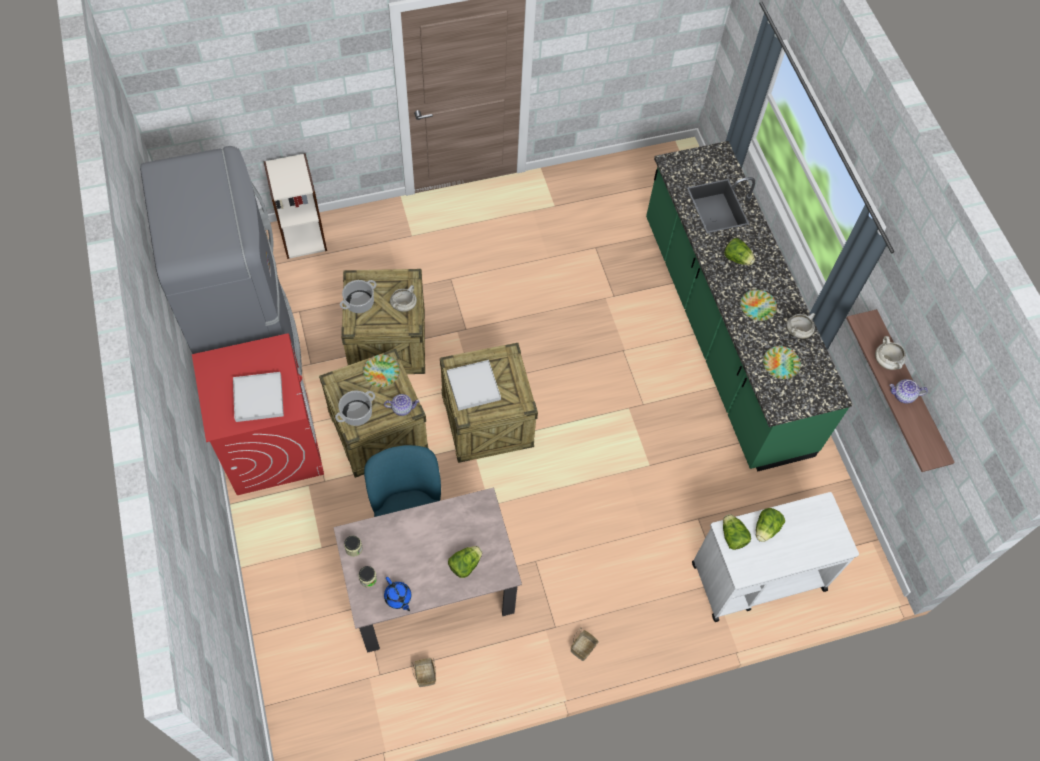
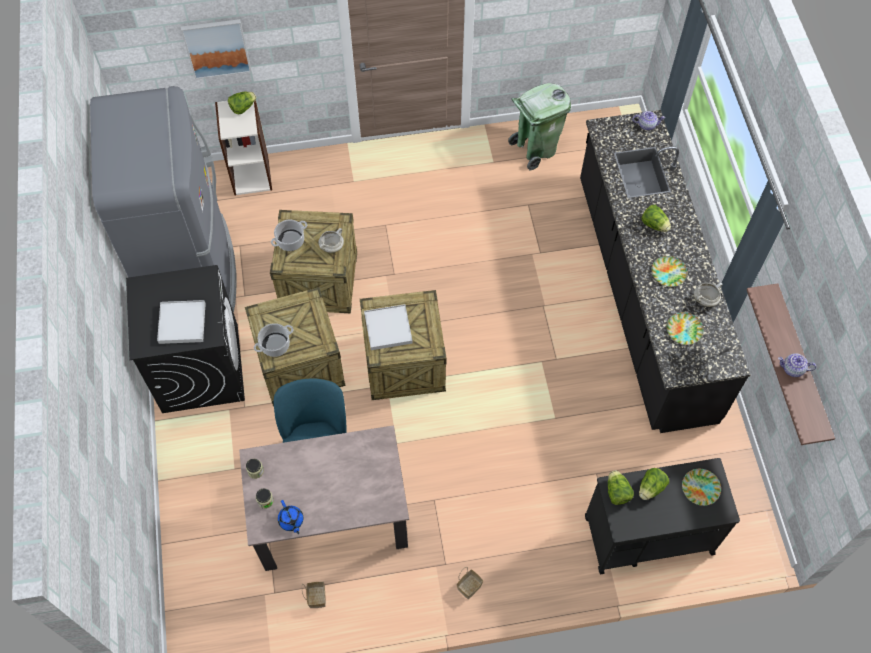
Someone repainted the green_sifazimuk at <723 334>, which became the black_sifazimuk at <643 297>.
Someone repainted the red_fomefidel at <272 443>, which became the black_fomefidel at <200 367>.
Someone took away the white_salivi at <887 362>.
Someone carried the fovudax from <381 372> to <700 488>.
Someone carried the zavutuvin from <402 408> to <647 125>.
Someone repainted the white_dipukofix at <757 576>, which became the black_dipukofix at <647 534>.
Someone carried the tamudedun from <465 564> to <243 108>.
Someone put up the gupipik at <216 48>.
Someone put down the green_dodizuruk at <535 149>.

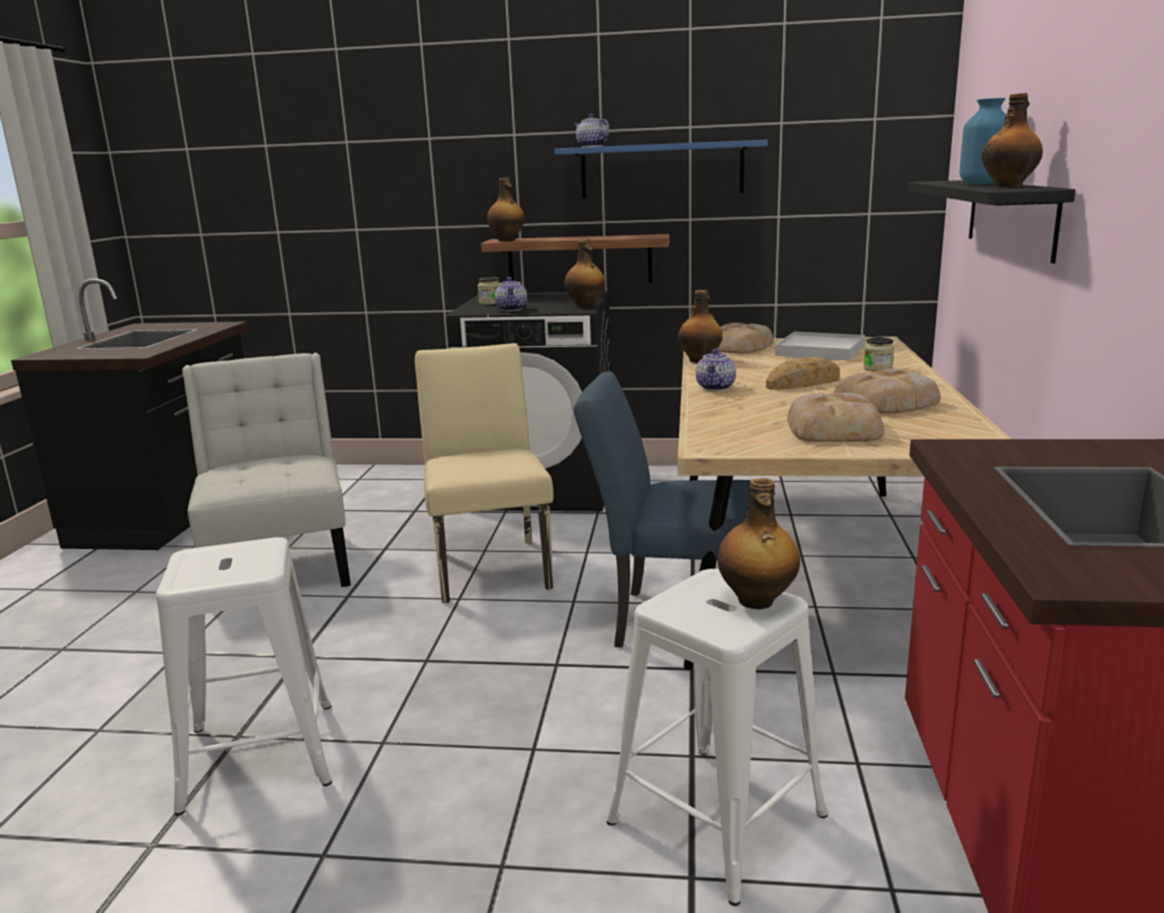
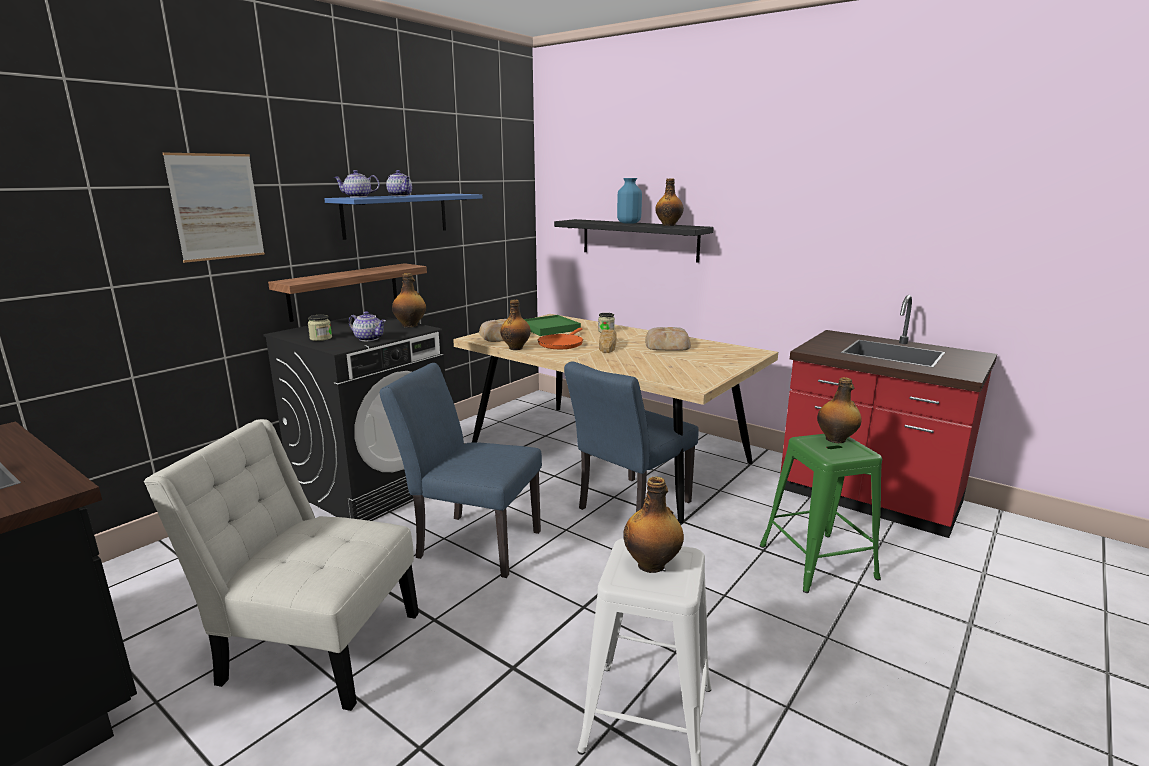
Someone carried the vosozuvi from <507 240> to <652 565>.
Someone repainted the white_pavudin at <820 351>, which became the green_pavudin at <549 328>.
Someone repainted the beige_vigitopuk at <490 564>, which became the blue_vigitopuk at <470 542>.
Someone carried the zavutuvin from <716 388> to <400 195>.
Someone took away the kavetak at <835 429>.
Someone repainted the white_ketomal at <717 818>, which became the green_ketomal at <817 561>.
Someone put up the gupipik at <216 207>.
Someone put down the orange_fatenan at <561 344>.

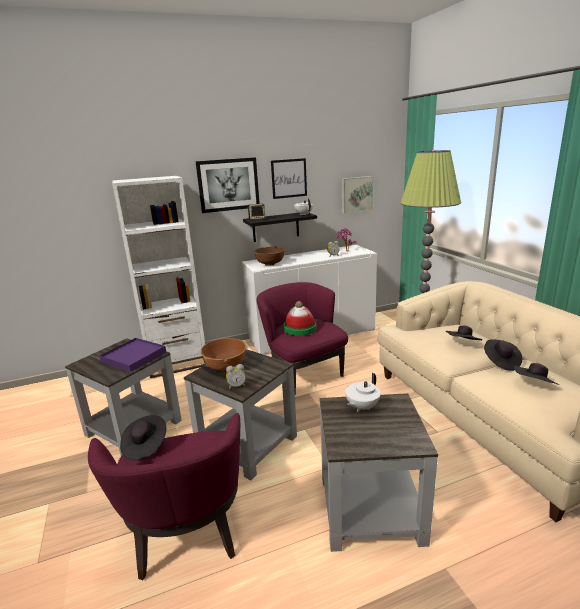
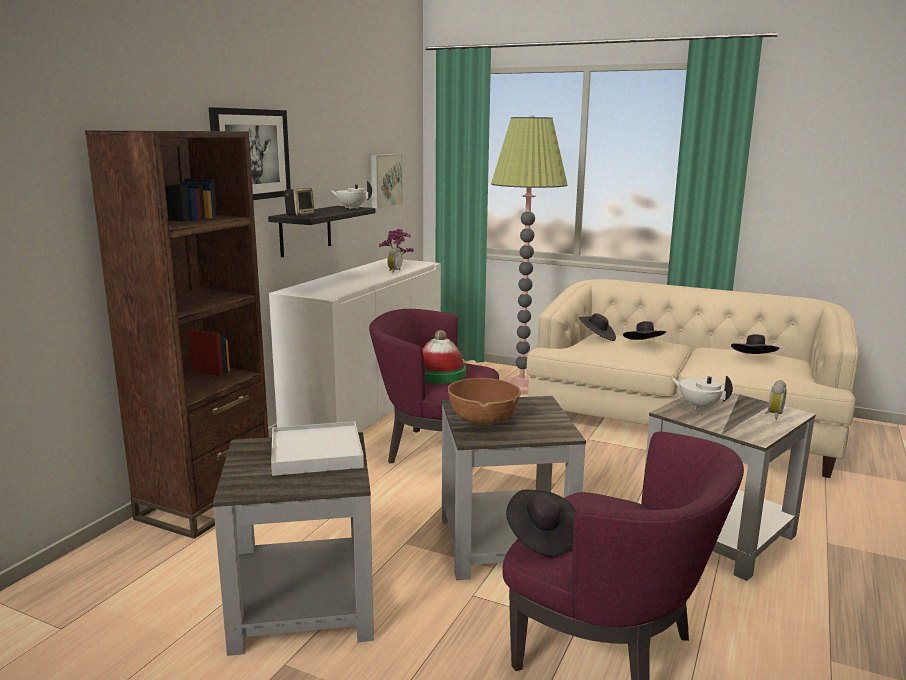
Someone took away the gupipik at <289 178>.
Someone repainted the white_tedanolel at <177 363>, which became the brown_tedanolel at <206 503>.
Someone took away the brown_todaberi at <270 263>.
Someone repainted the purple_pavudin at <134 356>, which became the white_pavudin at <316 453>.
Someone carried the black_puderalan from <501 362> to <597 337>.
Someone carried the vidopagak from <236 386> to <773 415>.
Someone rotated the white_zavutuvin at <361 407> by 135 degrees clockwise.

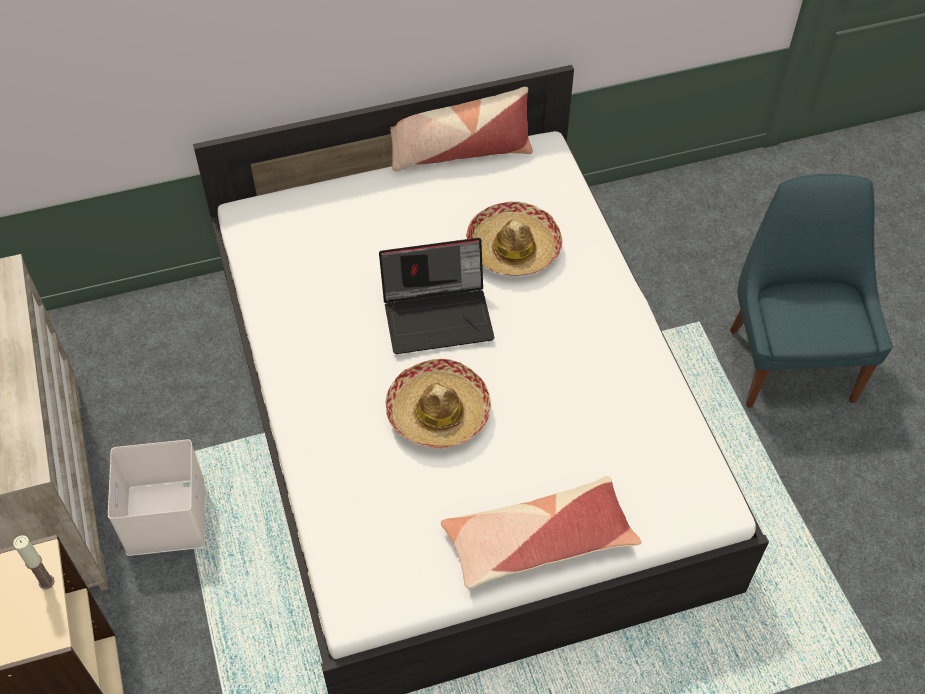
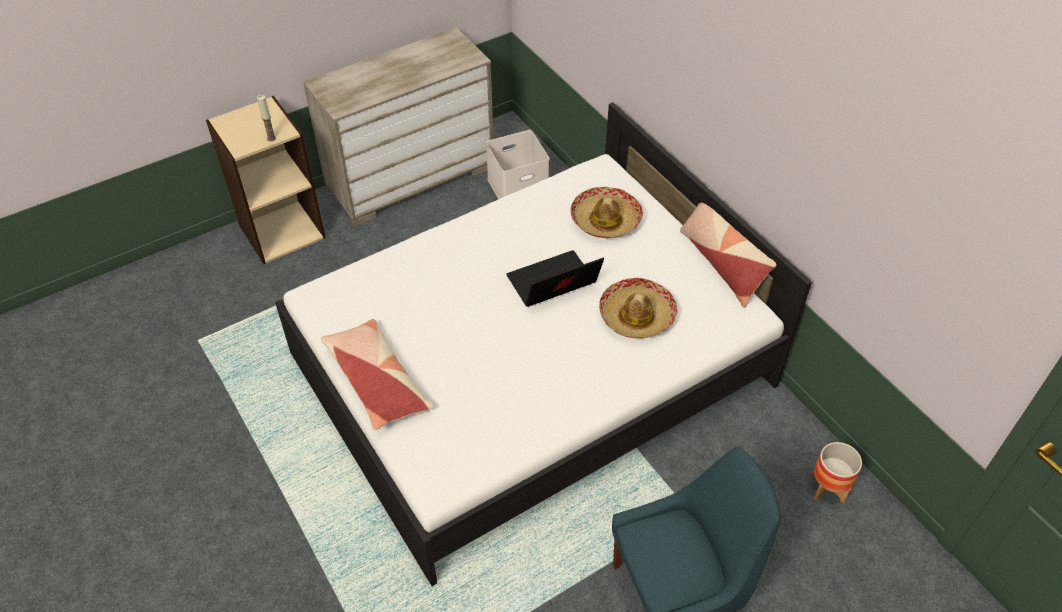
Someone rotated the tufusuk at <439 315> by 90 degrees clockwise.
Someone carried the puderalan from <438 412> to <605 220>.
Someone carried the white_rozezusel from <164 515> to <518 186>.
Someone put down the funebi at <828 488>.

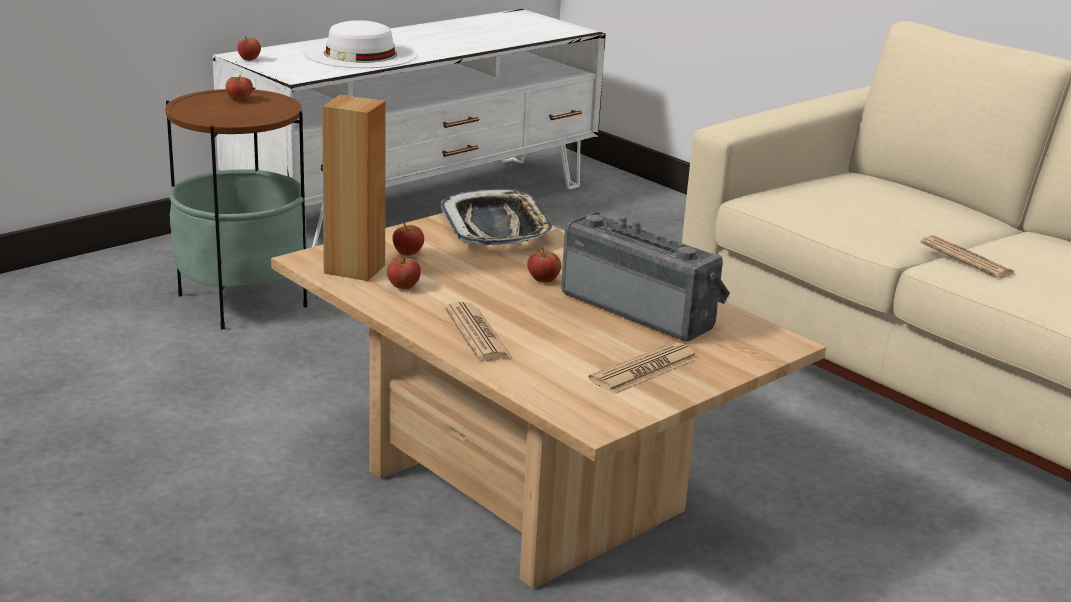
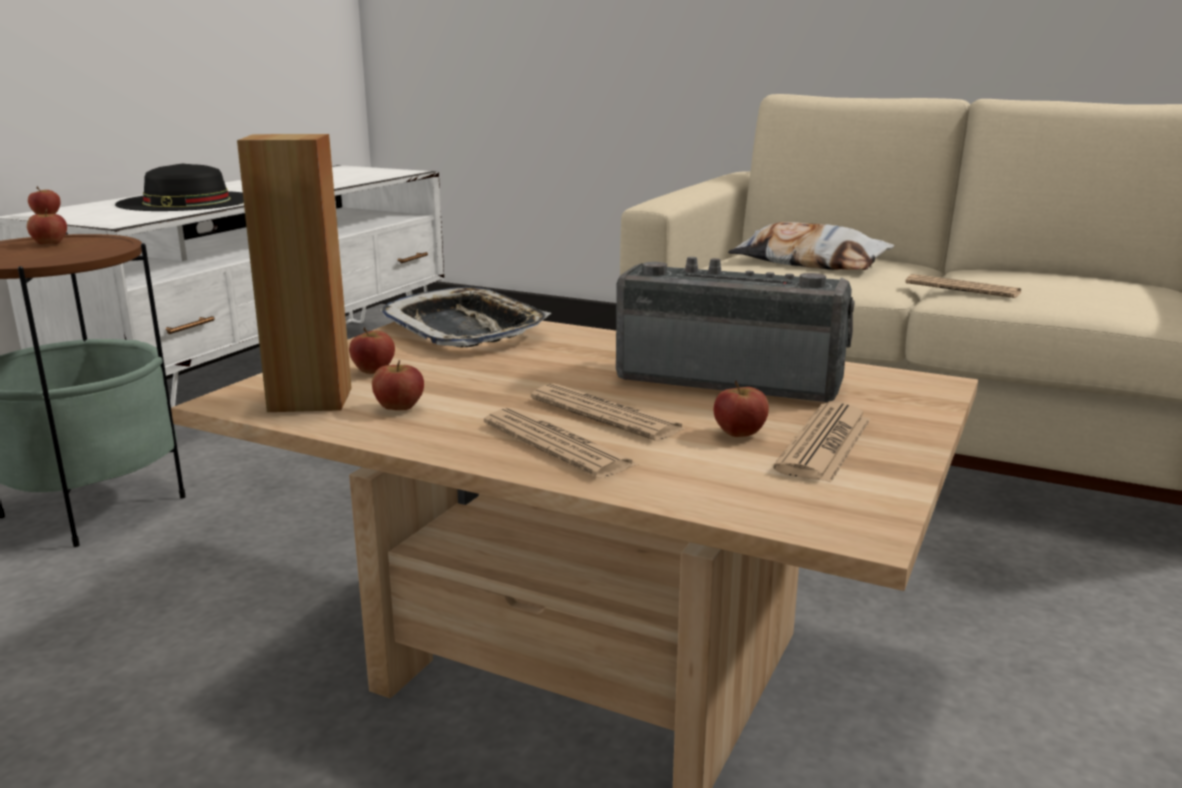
Someone repainted the white_puderalan at <360 54>, which became the black_puderalan at <187 201>.
Someone carried the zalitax from <543 280> to <739 434>.
Someone put down the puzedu at <809 262>.
Someone put down the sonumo at <605 414>.

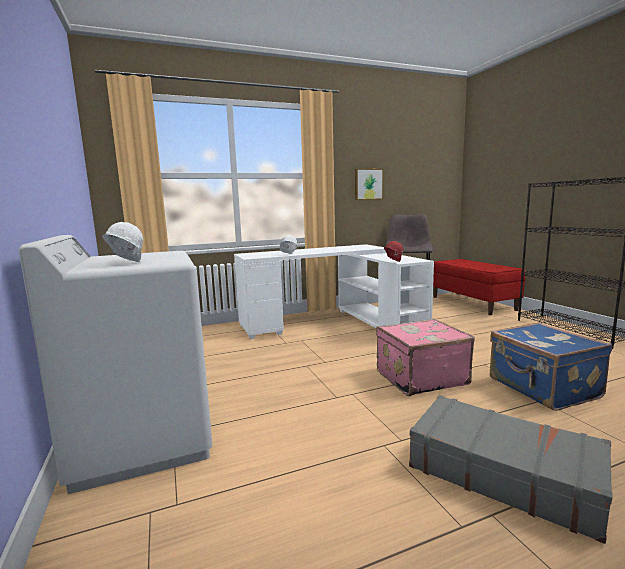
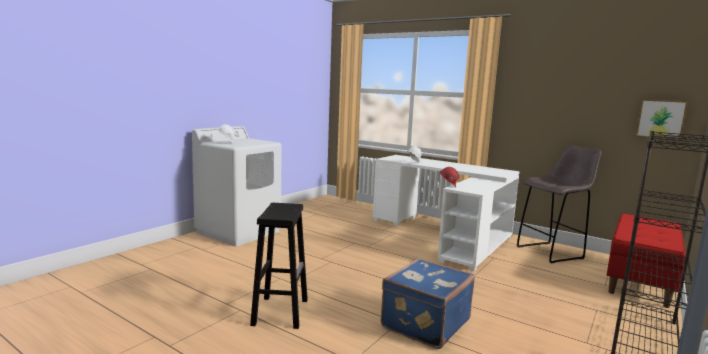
Someone carried the gupipik from <368 184> to <661 119>.
Someone took away the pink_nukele at <420 377>.
Someone swapped the grey_nukele at <503 473> for the black_ketomal at <280 311>.

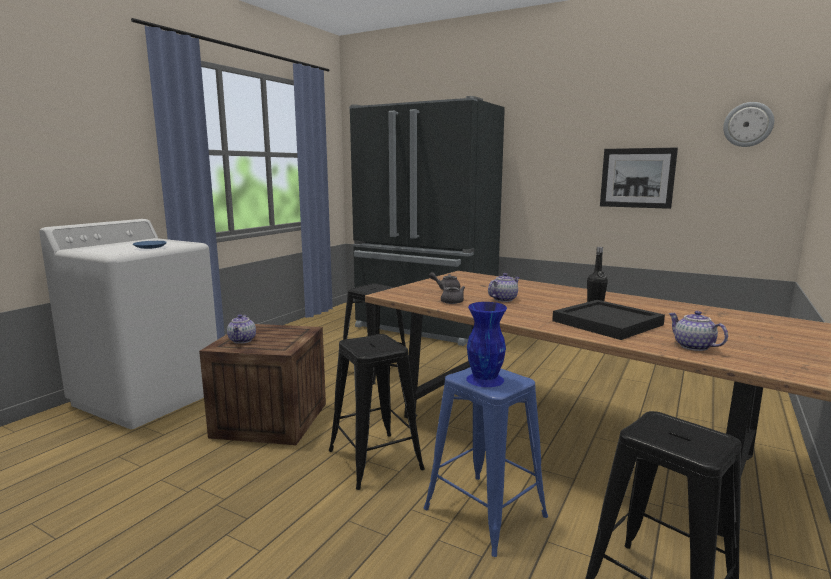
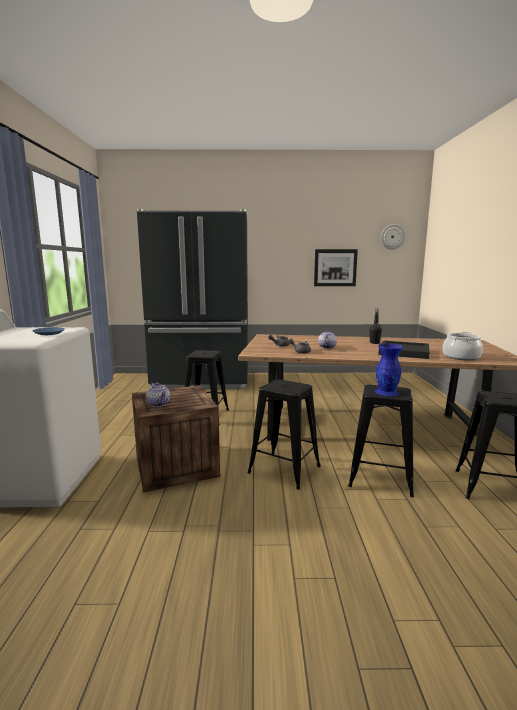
Someone swapped the zavutuvin at <692 347> for the salivi at <461 357>.
Someone repainted the blue_ketomal at <484 512>, which became the black_ketomal at <380 478>.

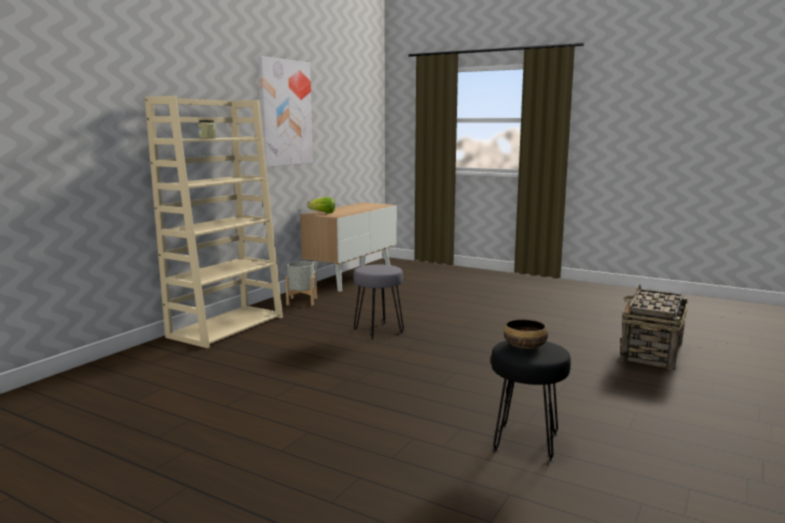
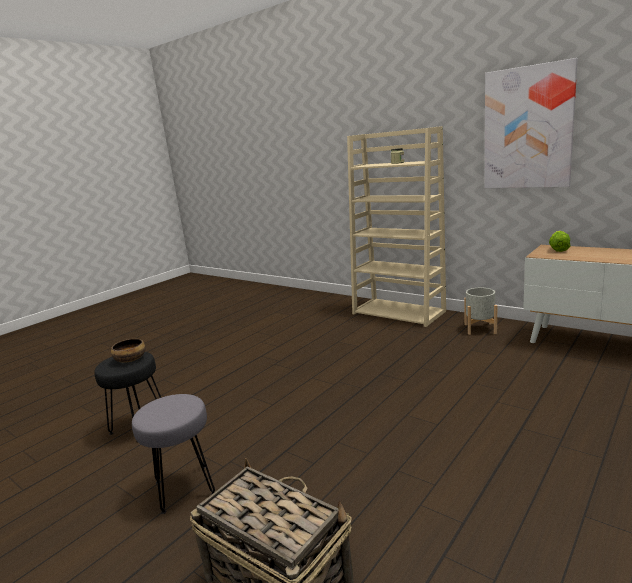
Someone carried the grey_ketomal from <378 330> to <186 488>.

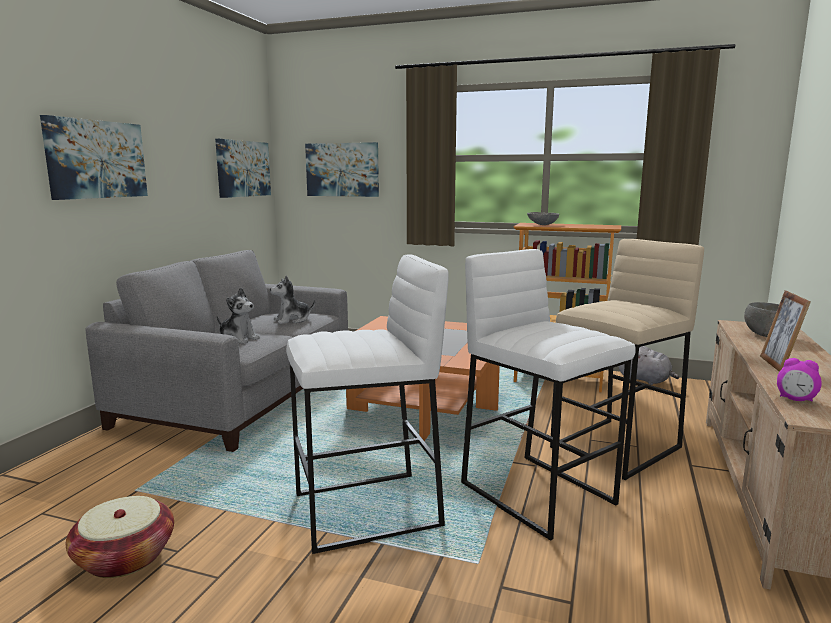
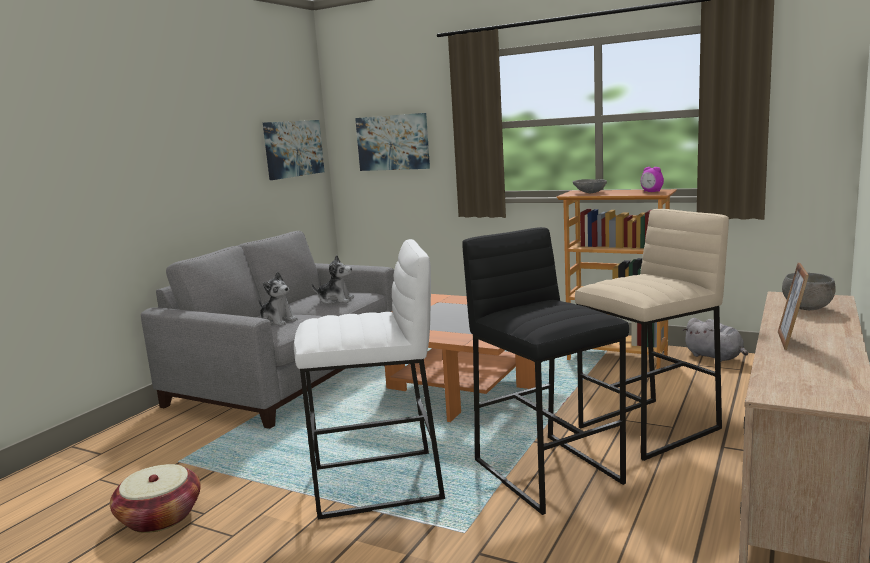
Someone took away the gupipik at <96 159>.
Someone repainted the white_ketomal at <538 493>, which became the black_ketomal at <548 471>.
Someone rotated the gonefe at <292 320> by 150 degrees counterclockwise.
Someone carried the vidopagak from <795 399> to <651 192>.

